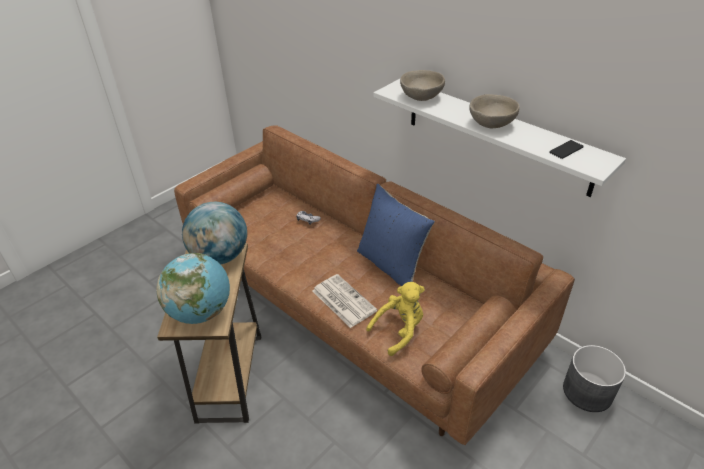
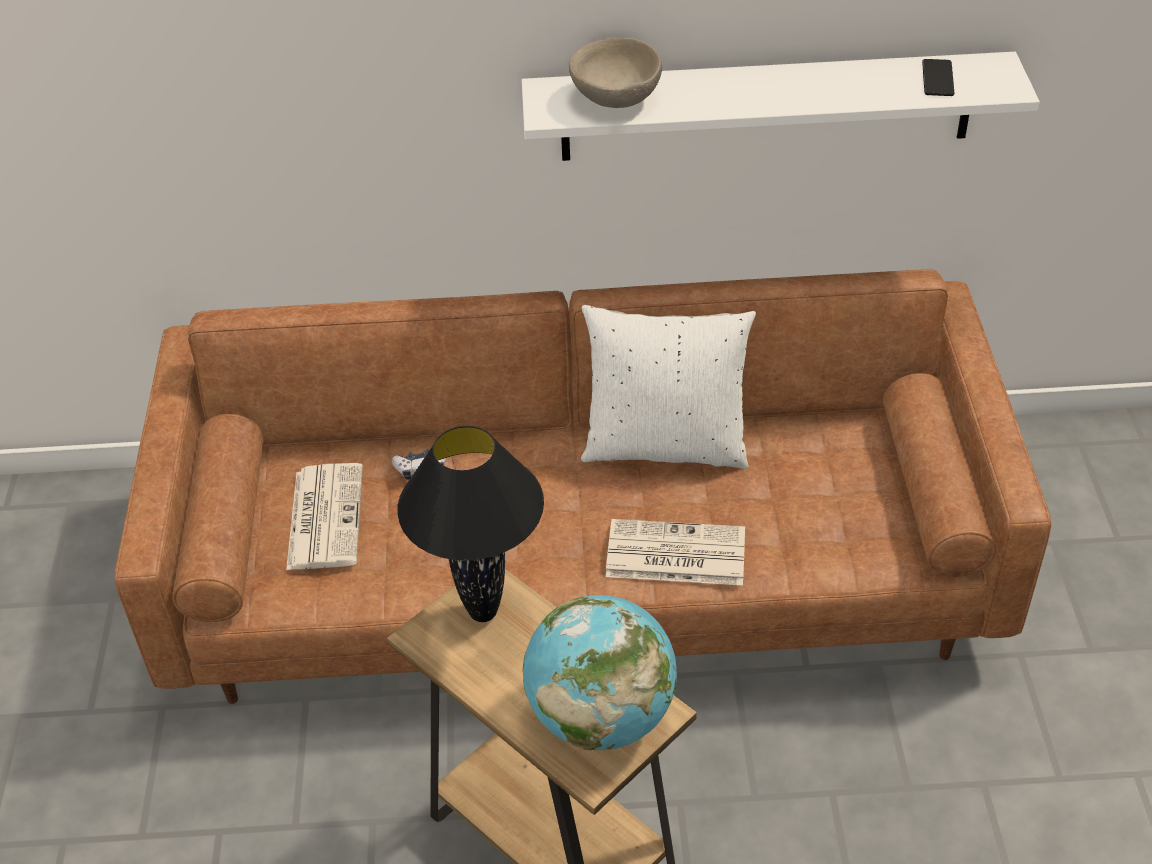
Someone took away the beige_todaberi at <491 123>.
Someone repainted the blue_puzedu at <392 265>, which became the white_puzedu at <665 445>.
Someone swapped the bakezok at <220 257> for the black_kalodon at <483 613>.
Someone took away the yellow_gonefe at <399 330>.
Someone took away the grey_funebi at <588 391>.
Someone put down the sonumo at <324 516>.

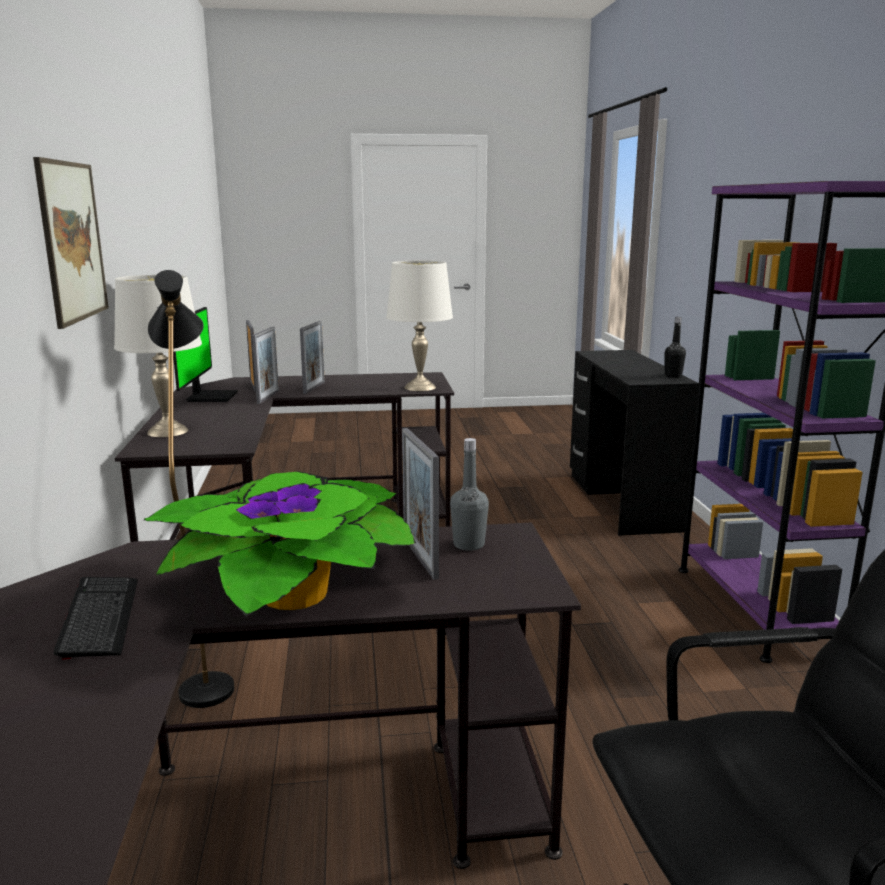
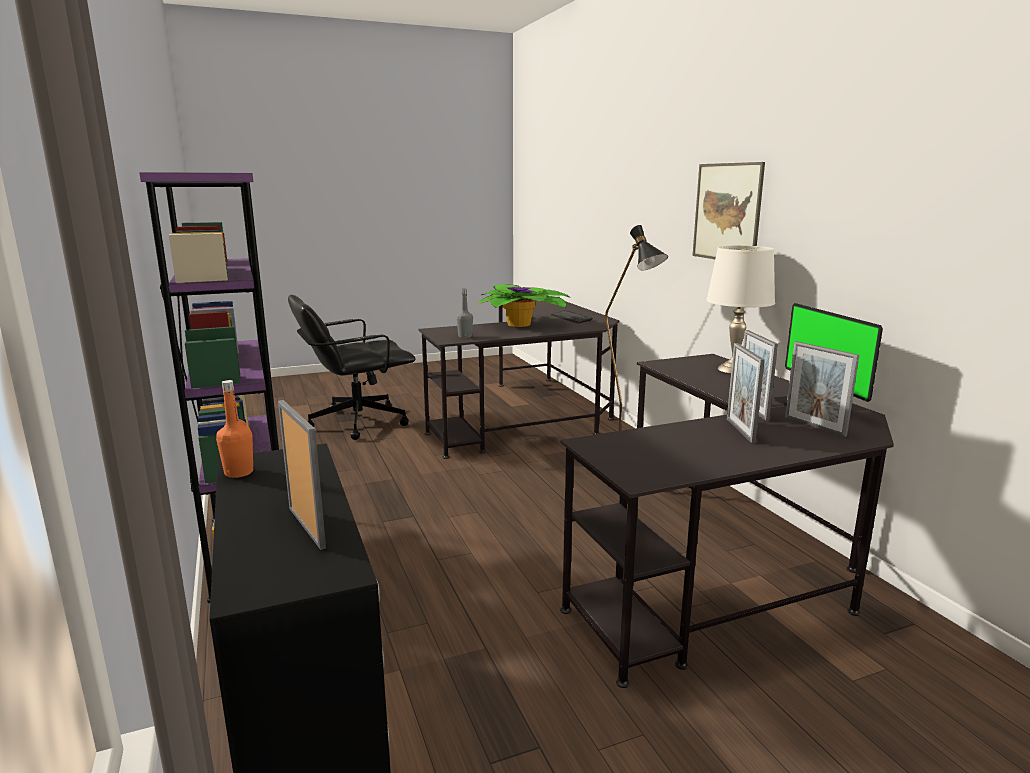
Someone took away the white_kalodon at <420 387>.
Someone repainted the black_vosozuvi at <673 376>, which became the orange_vosozuvi at <239 472>.
Someone carried the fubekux from <420 558> to <307 527>.

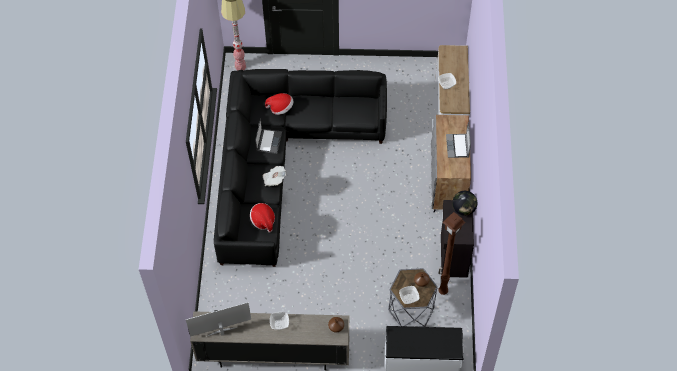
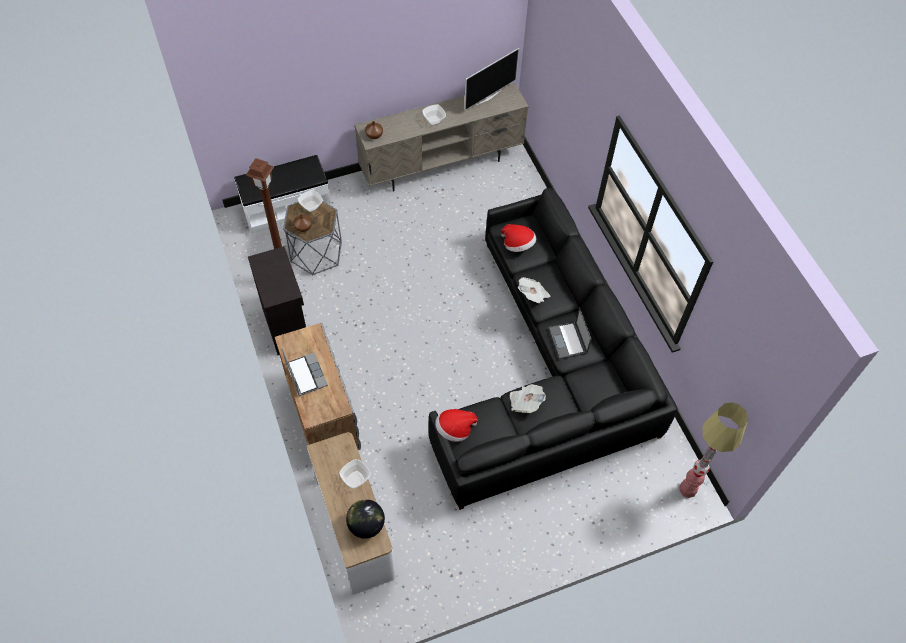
Someone carried the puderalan from <280 108> to <455 429>.
Someone carried the bakezok from <463 209> to <366 525>.
Someone put down the sonumo at <525 402>.

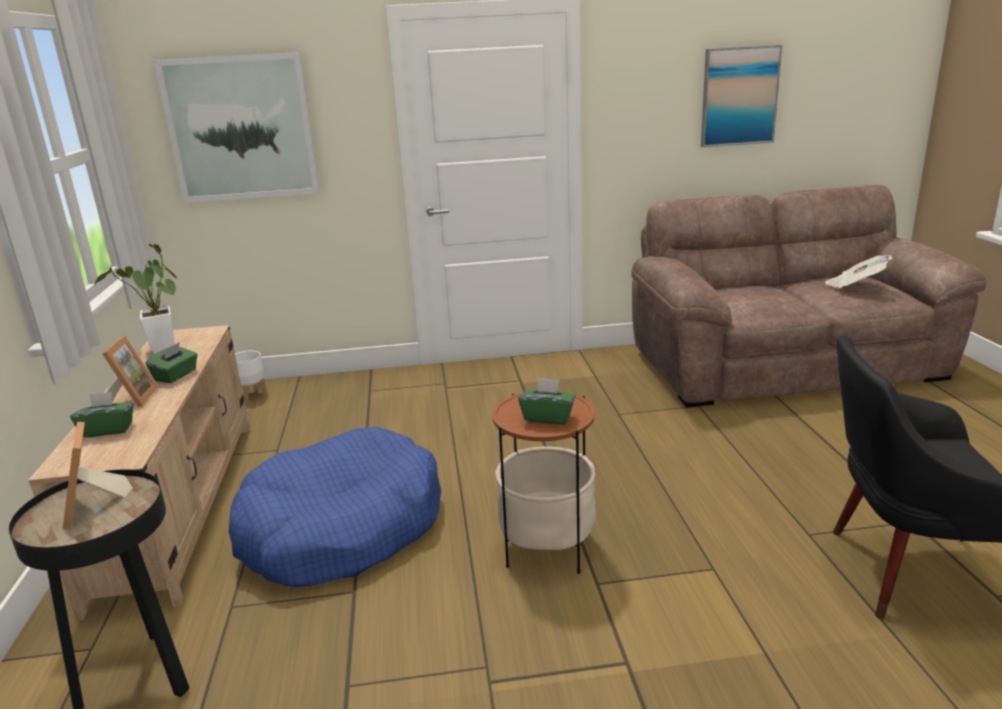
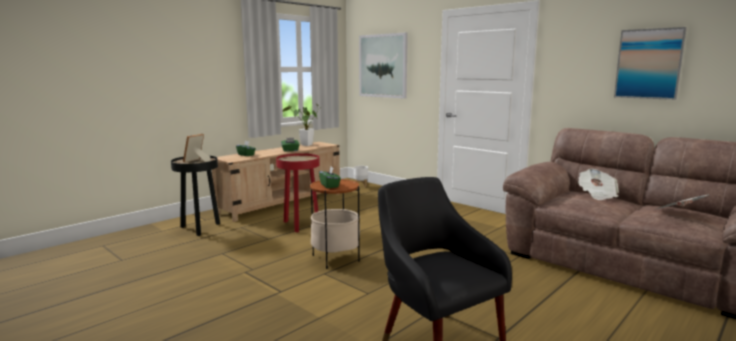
Someone took away the fubekux at <132 398>.
Someone swapped the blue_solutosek at <341 528> for the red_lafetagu at <300 225>.
Someone put down the sonumo at <597 195>.

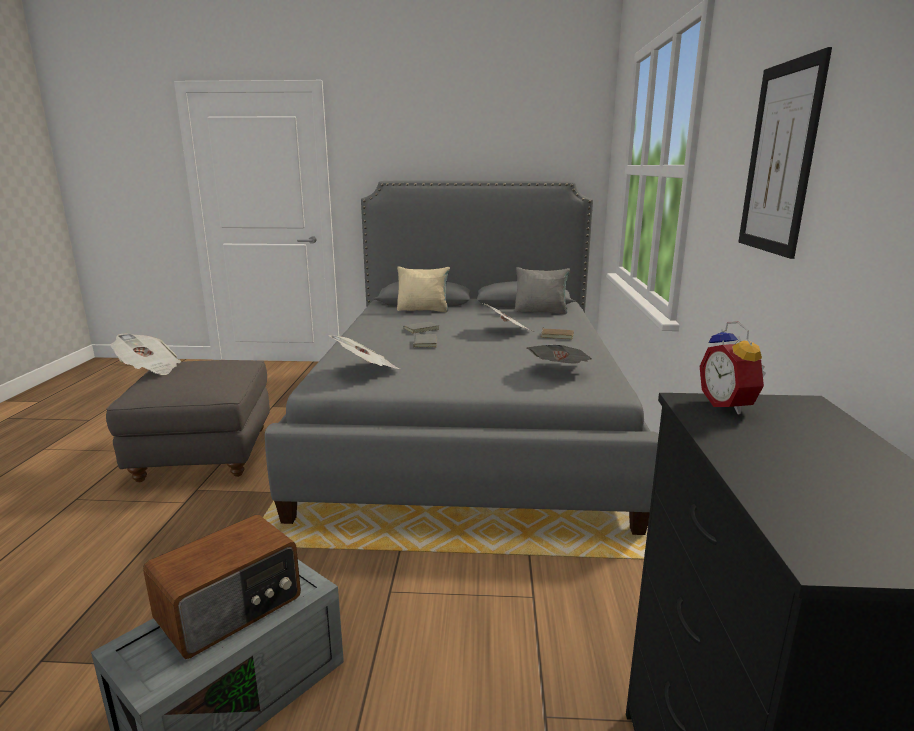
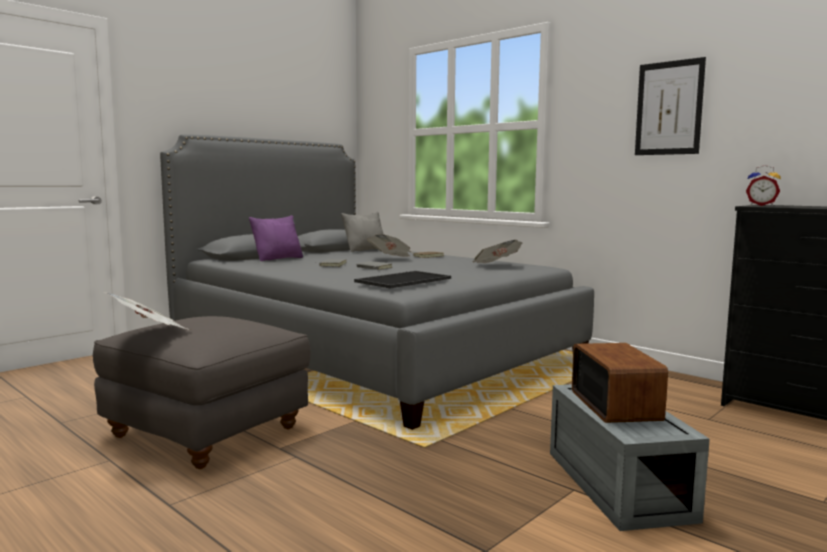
Someone repainted the beige_puzedu at <423 310>, which became the purple_puzedu at <278 259>.
Someone swapped the sonumo at <366 369> for the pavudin at <403 280>.

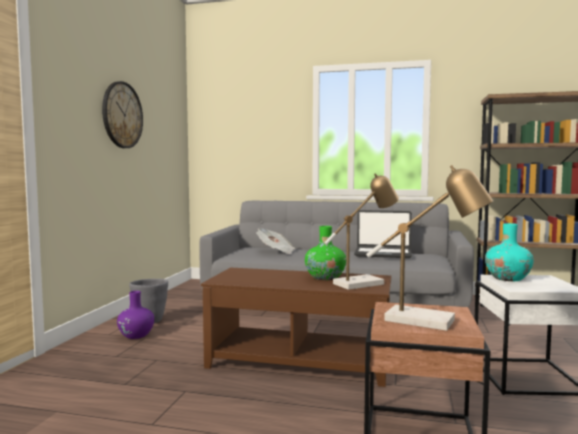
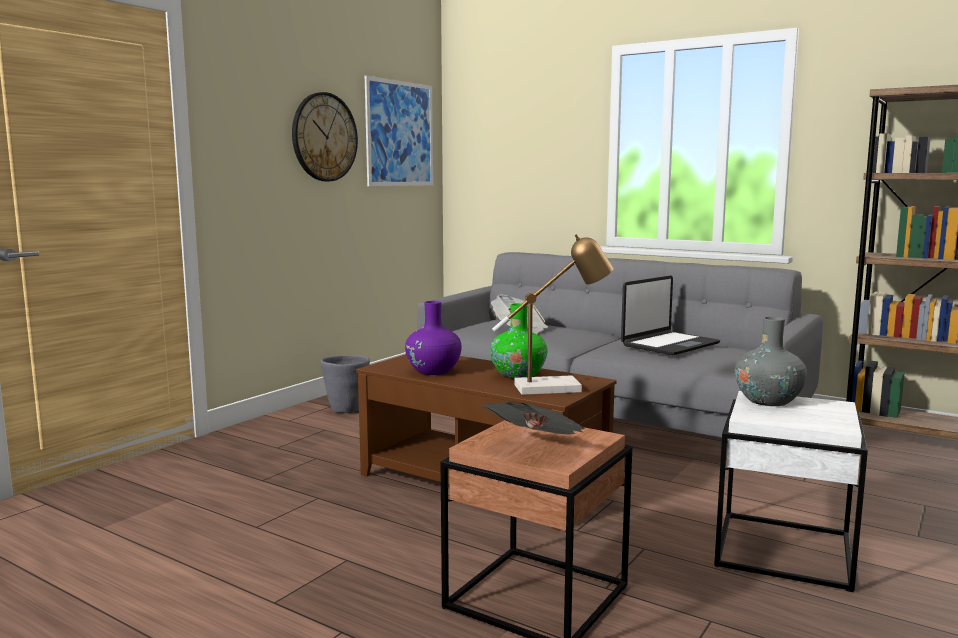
Someone swapped the kalodon at <429 321> for the sonumo at <536 447>.
Someone rotated the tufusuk at <383 254> by 75 degrees counterclockwise.
Someone repainted the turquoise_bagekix at <508 278>, which became the grey_bagekix at <768 401>.
Someone carried the purple_bagekix from <136 335> to <433 371>.
Someone put up the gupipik at <400 134>.

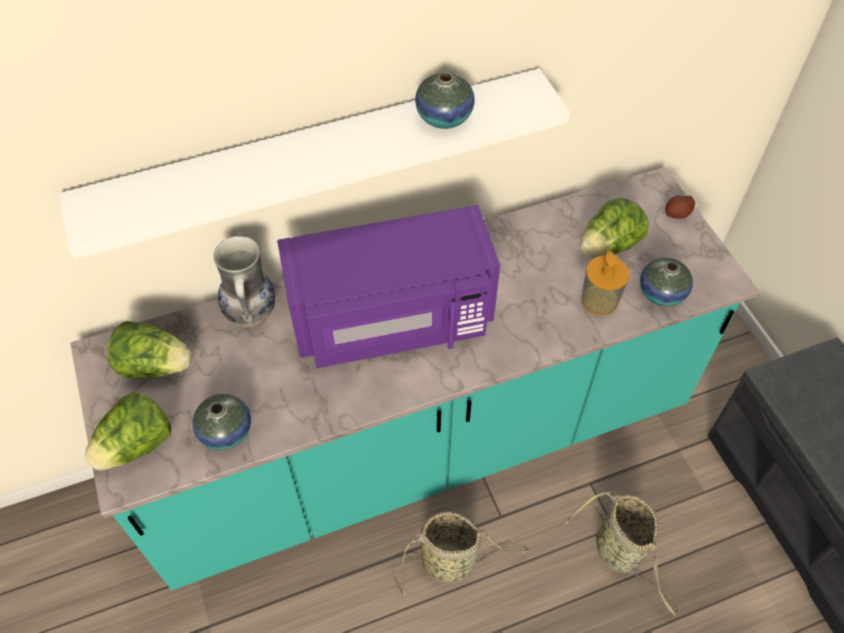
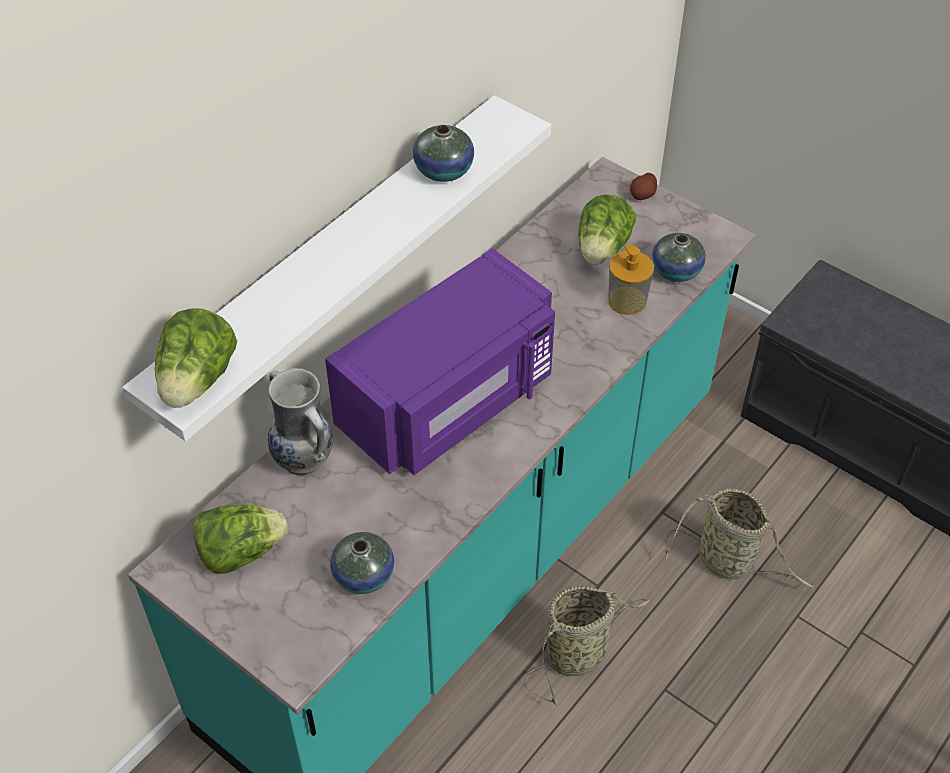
Someone carried the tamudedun from <136 445> to <197 381>.

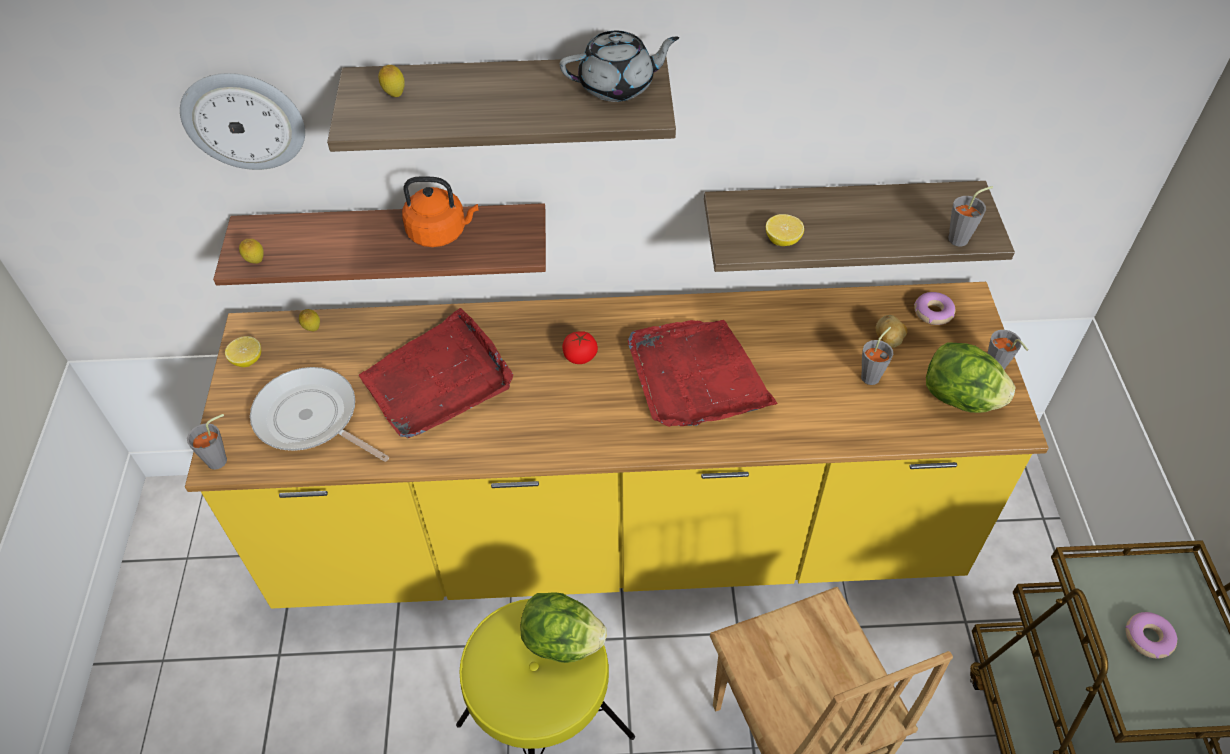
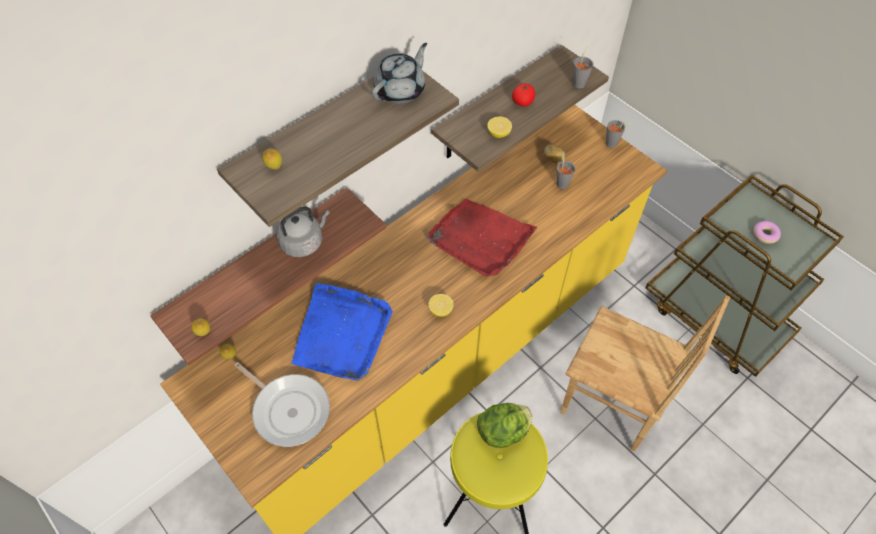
Someone took away the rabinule at <244 120>.
Someone repainted the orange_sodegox at <440 233>, which became the grey_sodegox at <304 242>.
Someone took away the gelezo at <933 312>.
Someone repainted the red_pavudin at <438 380>, which became the blue_pavudin at <342 334>.
Someone carried the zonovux from <580 356> to <523 102>.
Someone carried the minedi from <247 360> to <440 310>.
Someone took away the tamudedun at <960 398>.
Someone rotated the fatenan at <311 419> by 135 degrees counterclockwise.
Someone took away the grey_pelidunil at <221 459>.

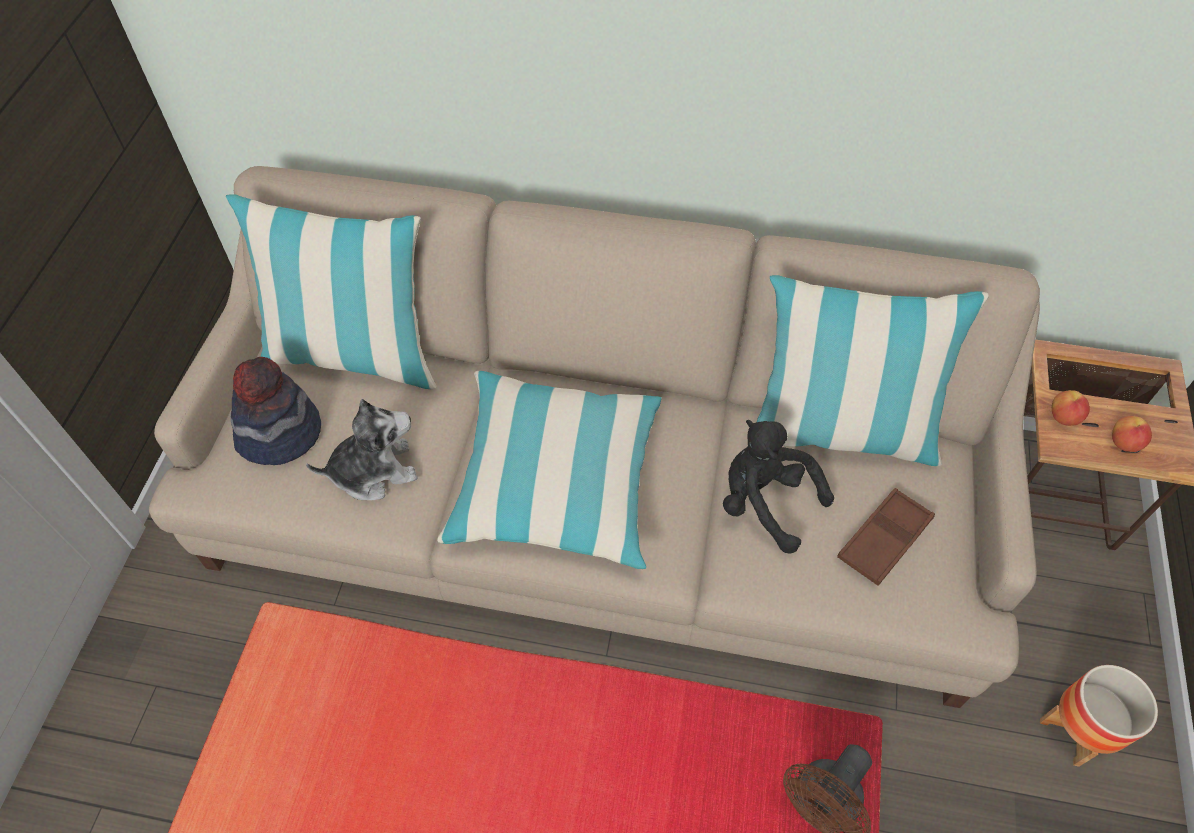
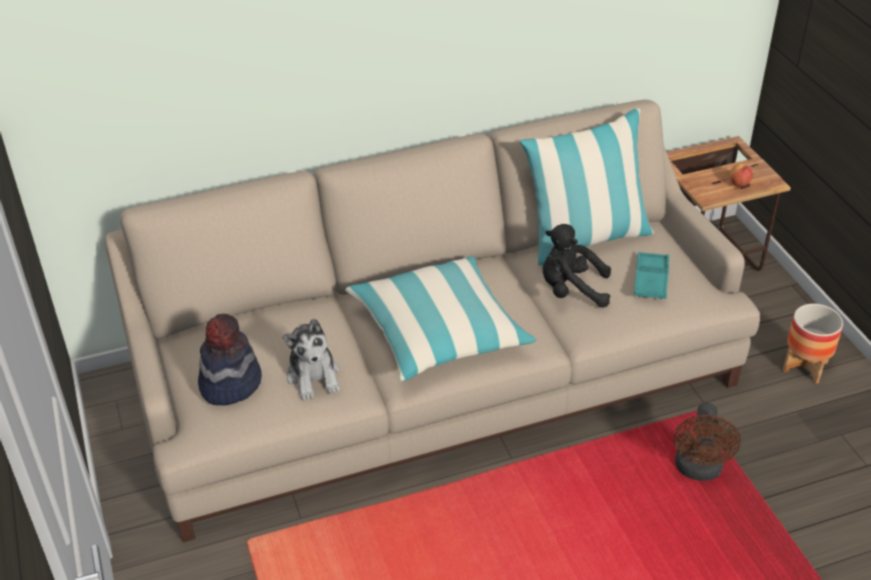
Someone took away the puzedu at <354 354>.
Someone took away the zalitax at <1063 417>.
Someone rotated the gonefe at <374 470> by 120 degrees clockwise.
Someone repainted the brown_pavudin at <884 539>, which became the turquoise_pavudin at <651 279>.

